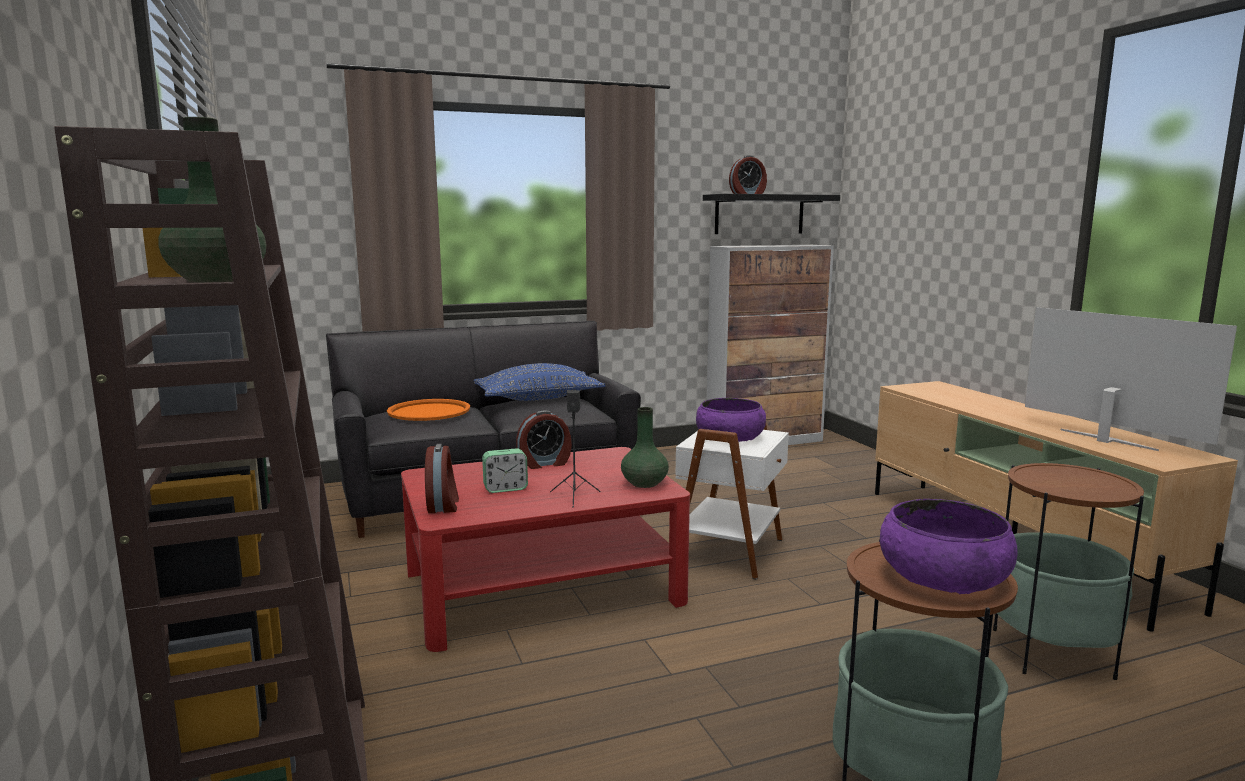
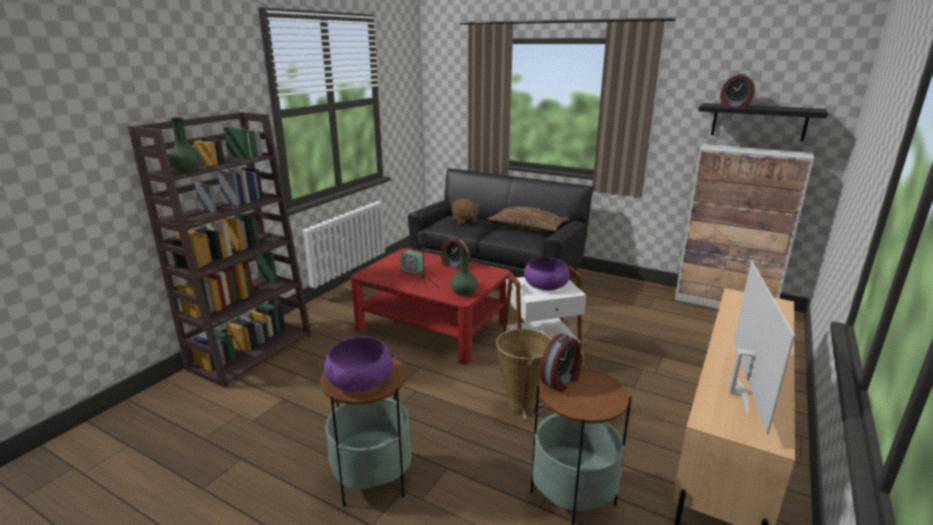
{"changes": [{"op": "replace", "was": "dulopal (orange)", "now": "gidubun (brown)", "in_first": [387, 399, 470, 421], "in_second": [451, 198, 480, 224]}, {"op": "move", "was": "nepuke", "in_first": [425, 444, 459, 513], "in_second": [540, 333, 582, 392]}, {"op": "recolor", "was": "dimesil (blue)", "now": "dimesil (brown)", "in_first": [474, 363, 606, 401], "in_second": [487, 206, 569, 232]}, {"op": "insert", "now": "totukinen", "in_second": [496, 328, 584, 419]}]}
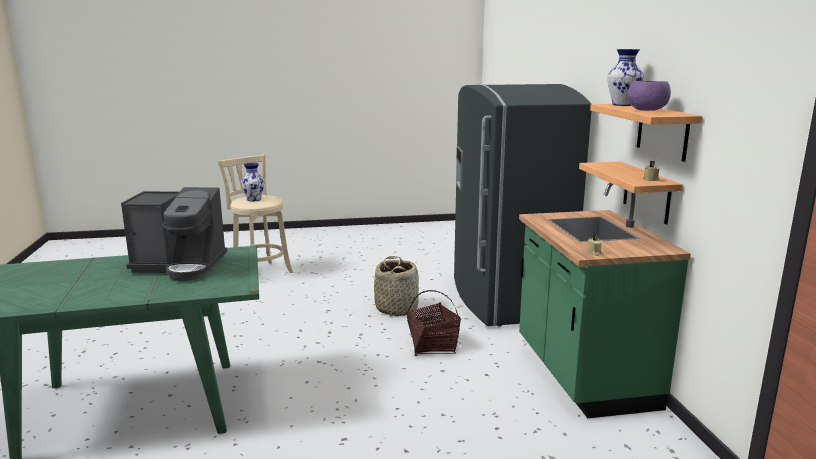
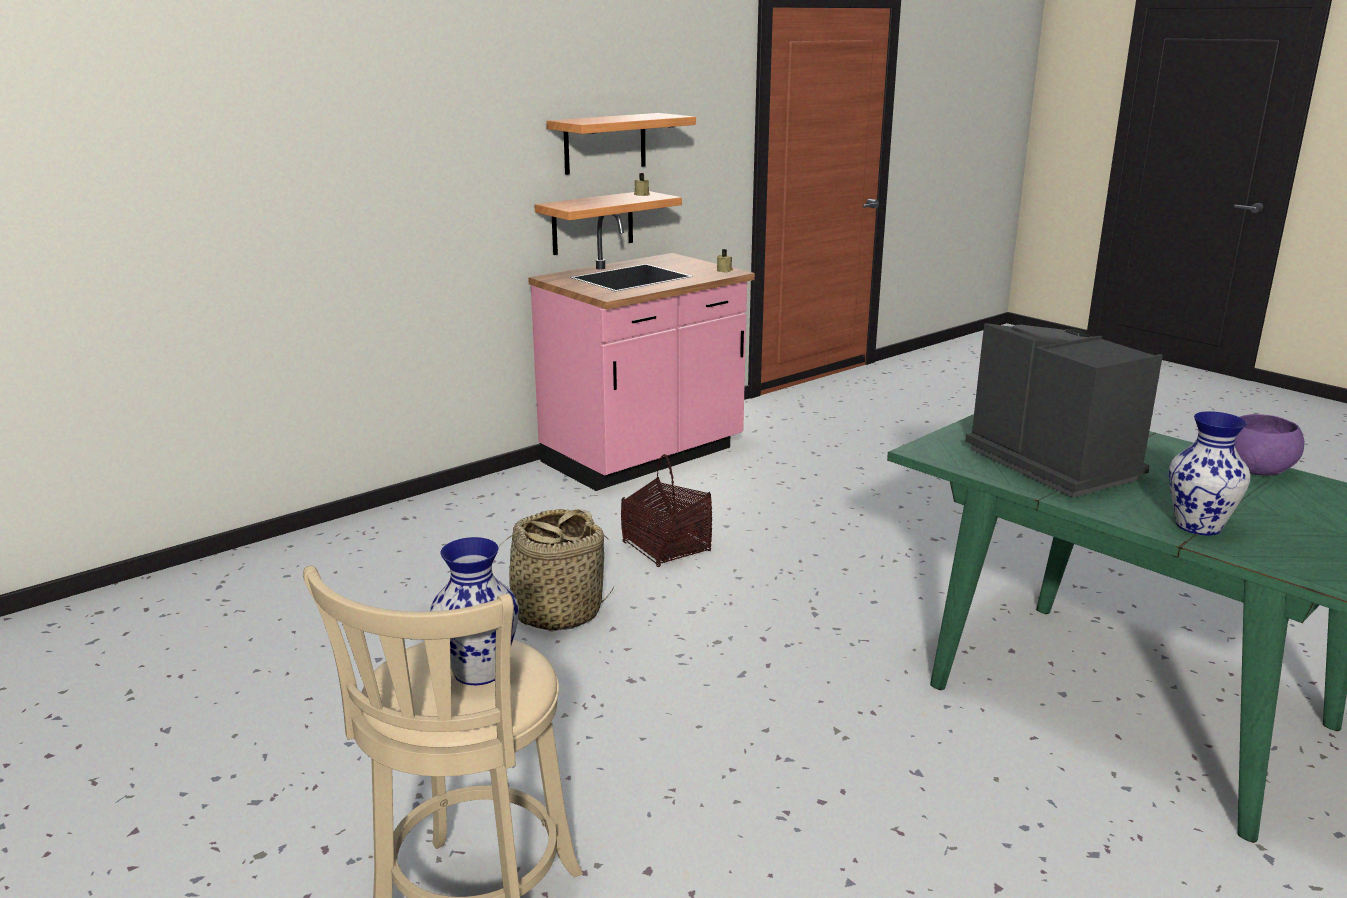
{"changes": [{"op": "delete", "was": "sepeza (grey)", "in_first": [454, 84, 591, 327]}, {"op": "recolor", "was": "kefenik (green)", "now": "kefenik (pink)", "in_first": [519, 183, 690, 418], "in_second": [528, 214, 755, 491]}, {"op": "move", "was": "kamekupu", "in_first": [608, 49, 644, 106], "in_second": [1169, 411, 1251, 535]}, {"op": "move", "was": "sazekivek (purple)", "in_first": [628, 81, 671, 111], "in_second": [1235, 414, 1305, 476]}]}
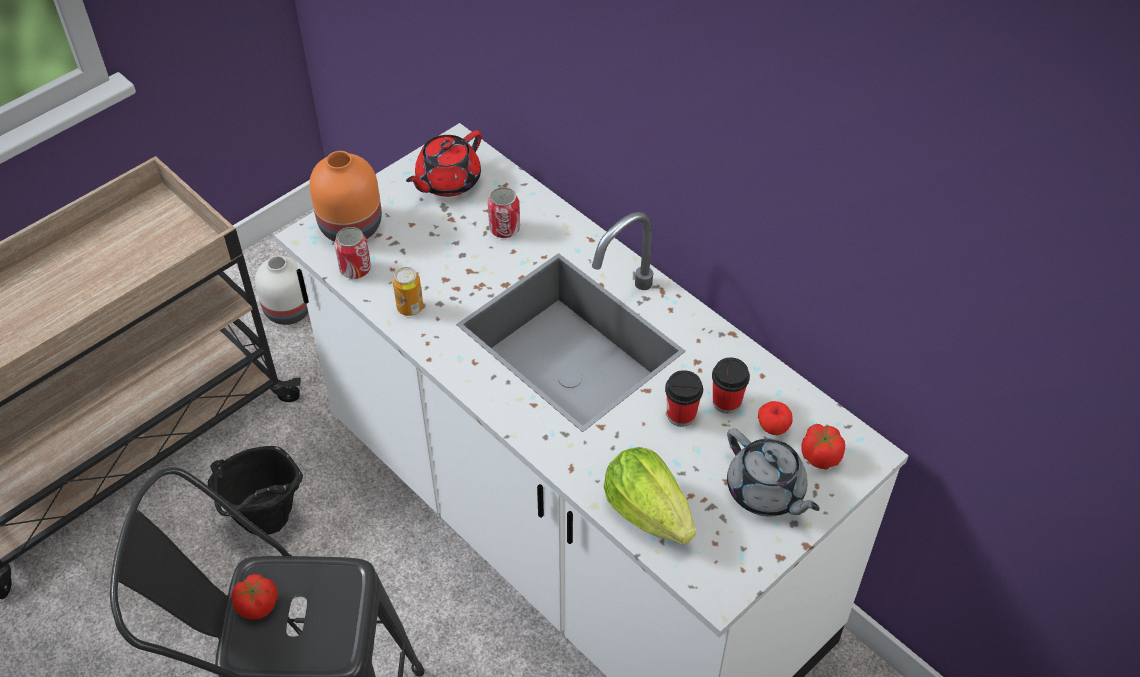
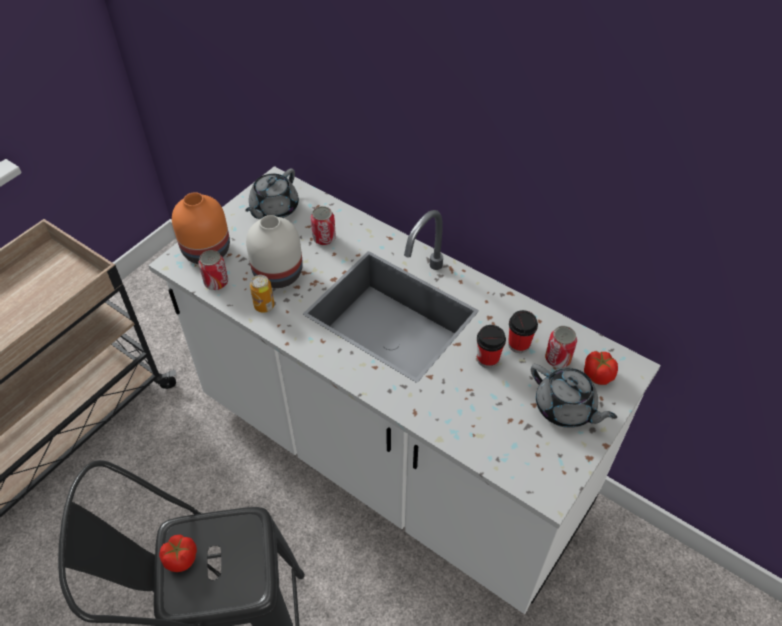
{"changes": [{"op": "delete", "was": "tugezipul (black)", "in_first": [208, 446, 303, 535]}, {"op": "move", "was": "kamekupu (white)", "in_first": [255, 256, 309, 325], "in_second": [246, 215, 303, 288]}, {"op": "recolor", "was": "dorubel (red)", "now": "dorubel (grey)", "in_first": [406, 130, 482, 197], "in_second": [245, 168, 299, 219]}, {"op": "delete", "was": "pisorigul", "in_first": [604, 447, 696, 544]}, {"op": "replace", "was": "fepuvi", "now": "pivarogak", "in_first": [758, 401, 793, 435], "in_second": [545, 326, 577, 368]}]}
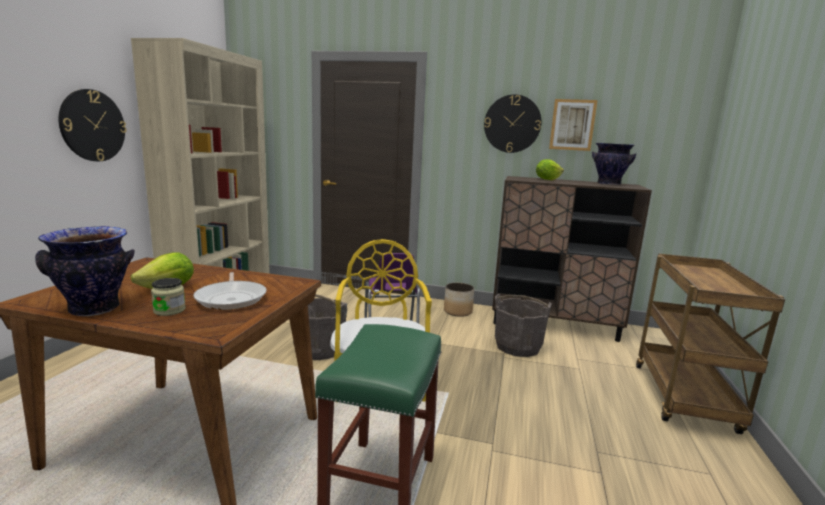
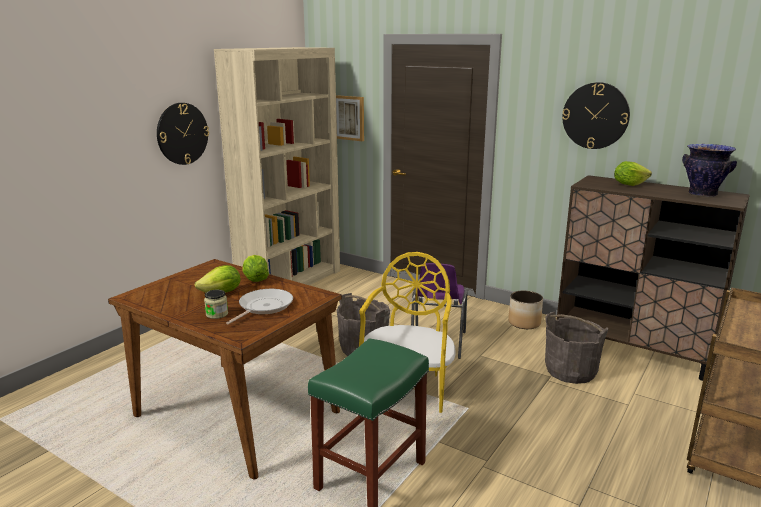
{"changes": [{"op": "delete", "was": "kamekupu", "in_first": [35, 226, 134, 316]}, {"op": "rotate", "was": "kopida", "in_first": [193, 272, 267, 310], "in_second": [226, 289, 293, 324], "clockwise": -150}, {"op": "move", "was": "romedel", "in_first": [549, 99, 598, 151], "in_second": [336, 95, 364, 141]}, {"op": "insert", "now": "pisorigul", "in_second": [242, 255, 269, 282]}]}
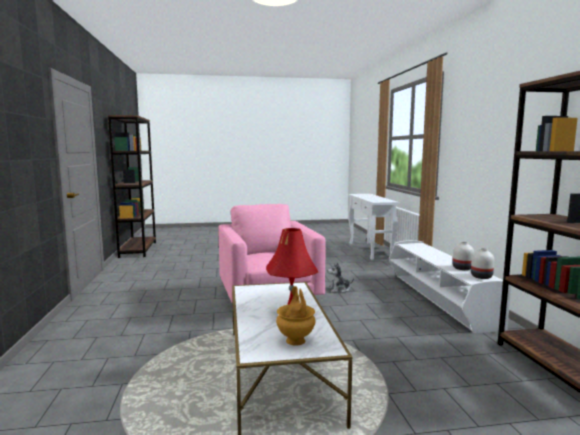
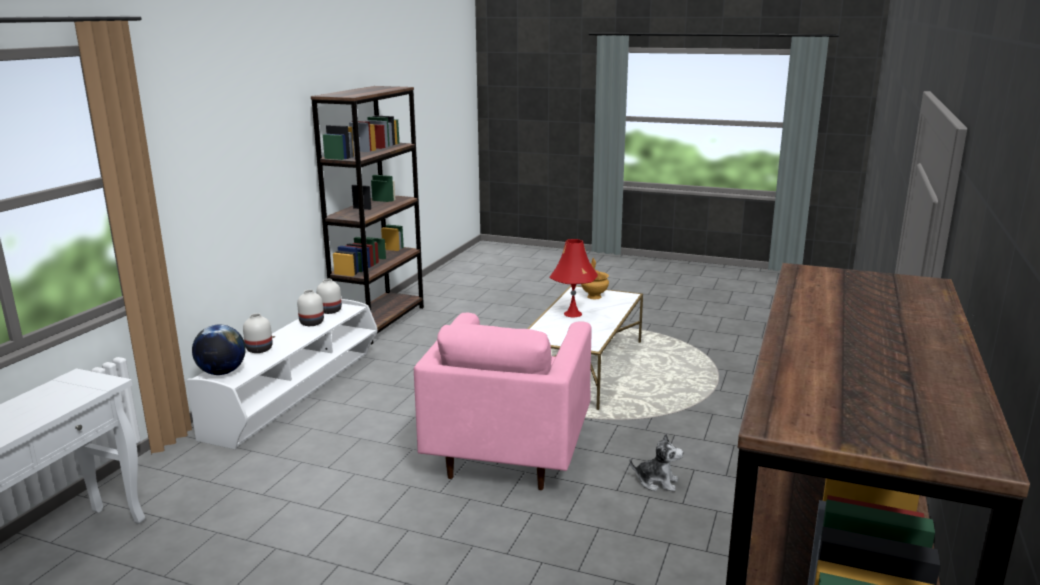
{"changes": [{"op": "move", "was": "gidubun", "in_first": [327, 263, 354, 293], "in_second": [629, 433, 683, 492]}, {"op": "insert", "now": "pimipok", "in_second": [192, 325, 246, 375]}, {"op": "insert", "now": "kamekupu (white)", "in_second": [243, 313, 273, 353]}]}
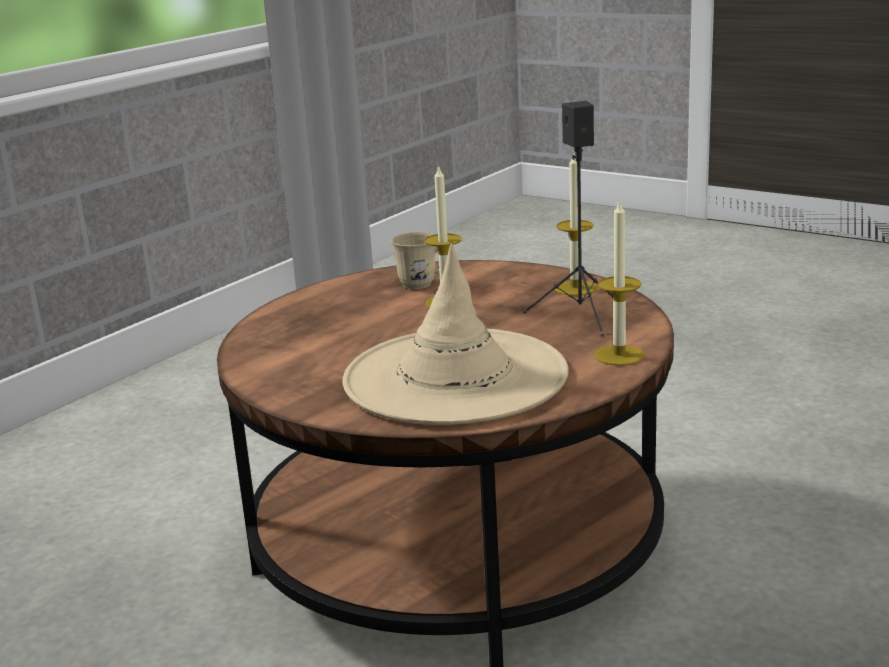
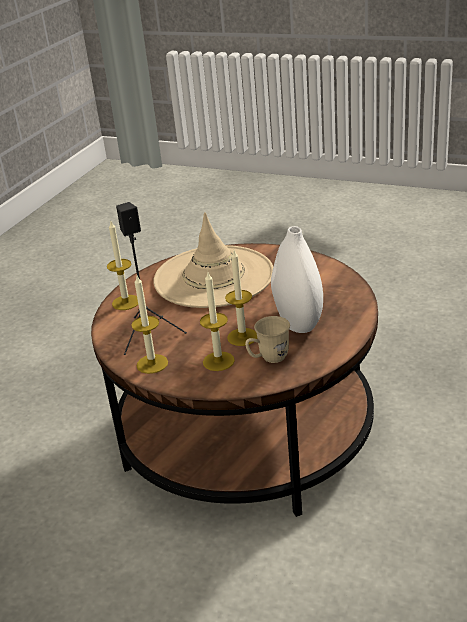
{"changes": [{"op": "insert", "now": "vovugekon", "in_second": [200, 272, 235, 371]}, {"op": "insert", "now": "kamekupu (white)", "in_second": [271, 226, 323, 333]}]}
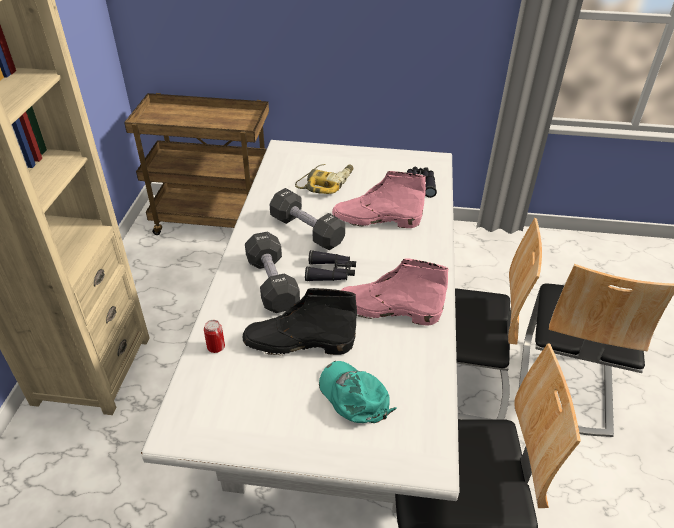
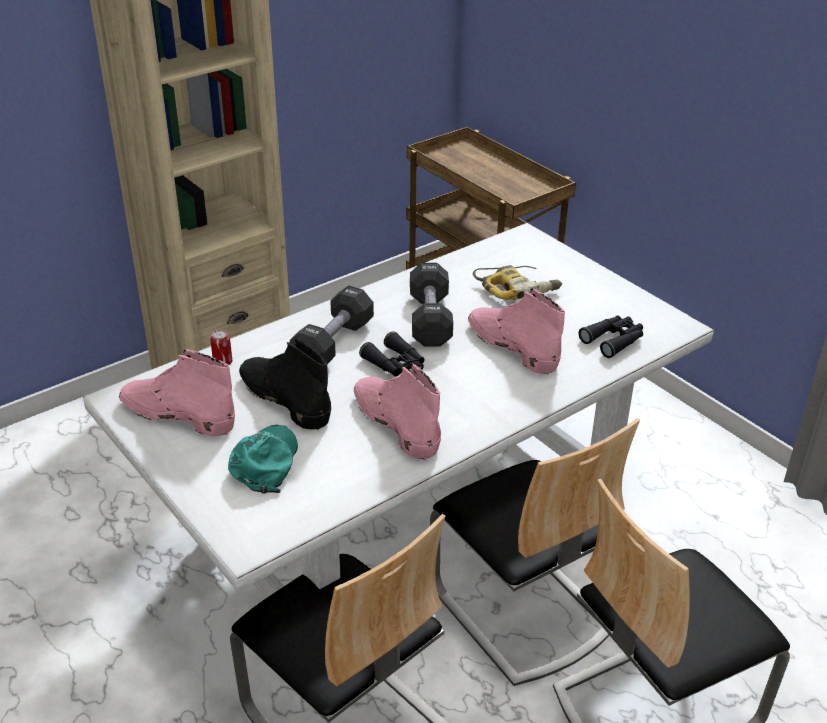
{"changes": [{"op": "insert", "now": "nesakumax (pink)", "in_second": [119, 349, 235, 436]}]}
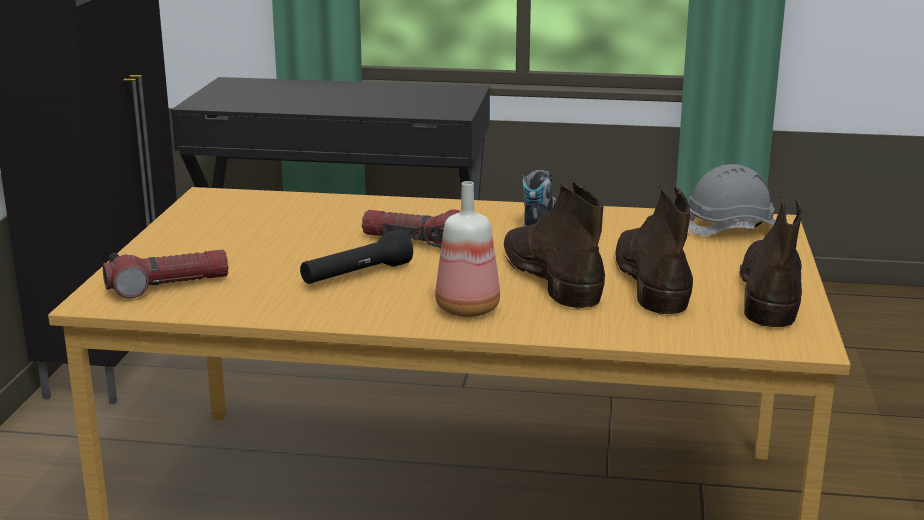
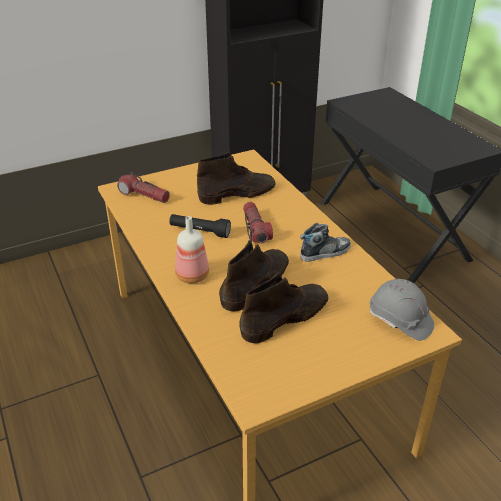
{"changes": [{"op": "move", "was": "nesakumax (brown)", "in_first": [739, 196, 802, 327], "in_second": [197, 152, 276, 205]}]}
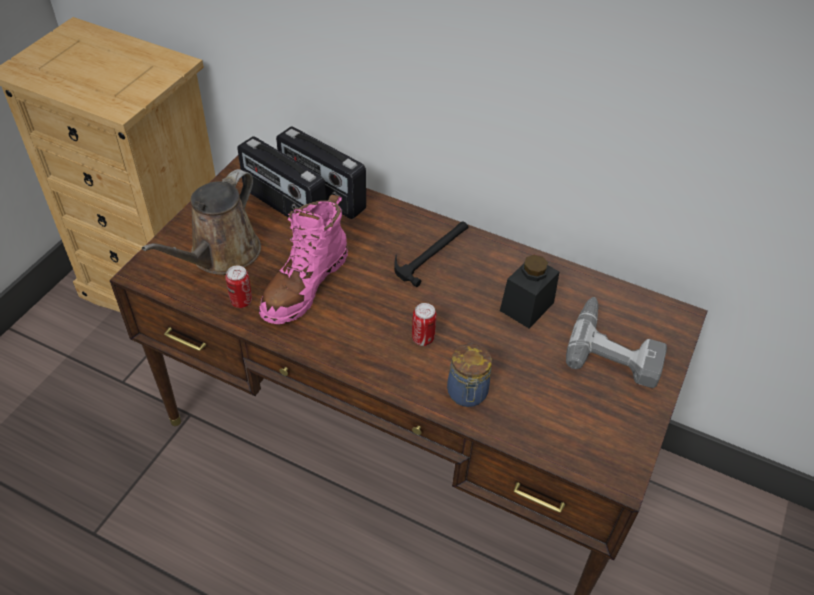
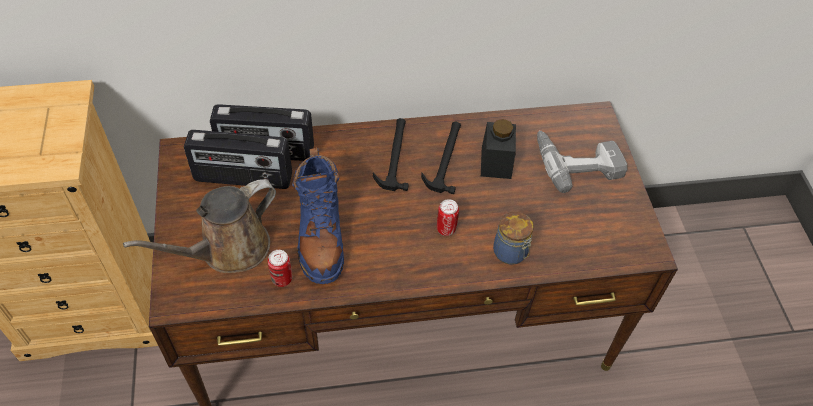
{"changes": [{"op": "rotate", "was": "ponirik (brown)", "in_first": [142, 169, 261, 275], "in_second": [123, 179, 276, 273], "clockwise": 60}, {"op": "recolor", "was": "nesakumax (pink)", "now": "nesakumax (blue)", "in_first": [259, 195, 348, 324], "in_second": [292, 147, 344, 284]}, {"op": "insert", "now": "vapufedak", "in_second": [421, 122, 461, 194]}]}
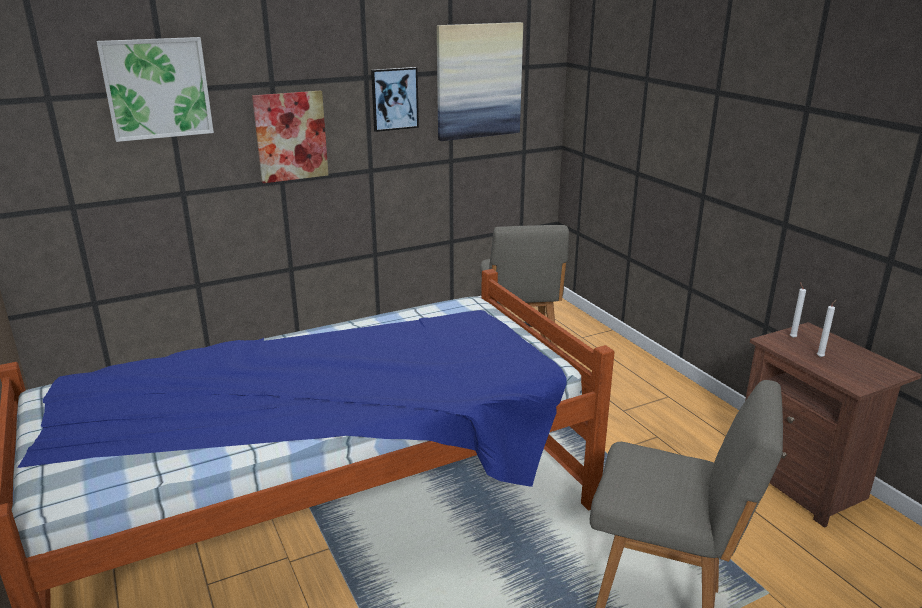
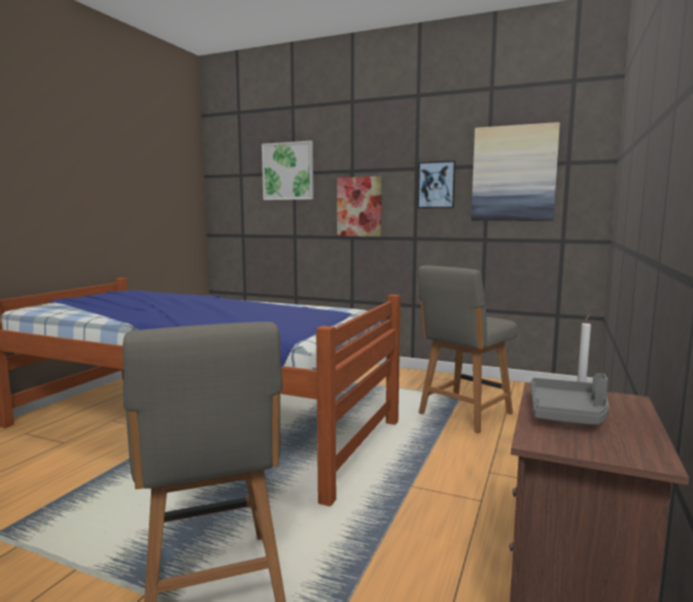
{"changes": [{"op": "replace", "was": "vovugekon (white)", "now": "dulopal (grey)", "in_first": [817, 300, 836, 357], "in_second": [531, 373, 609, 425]}]}
